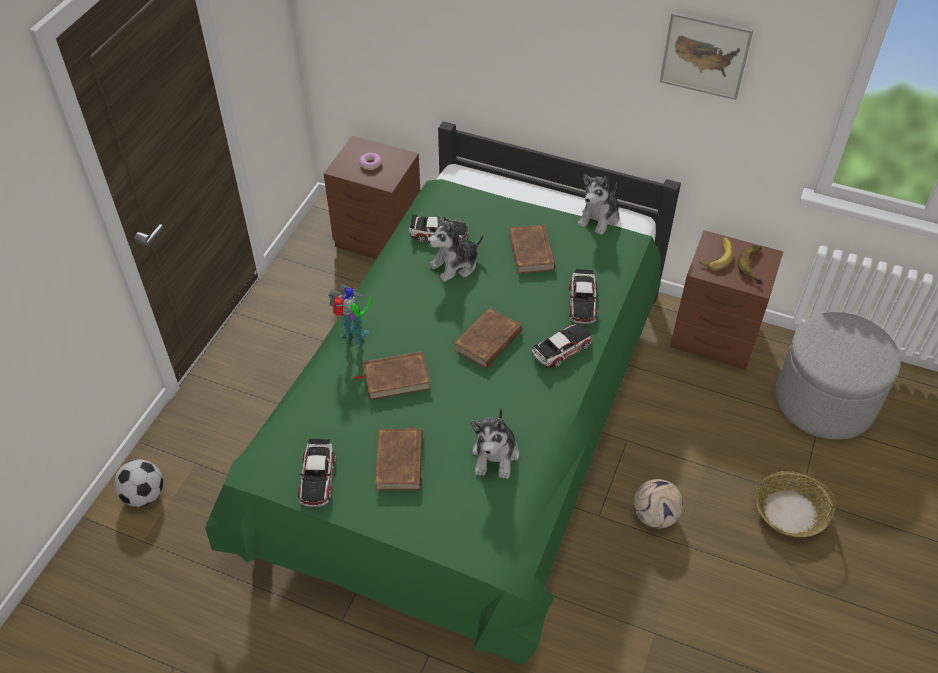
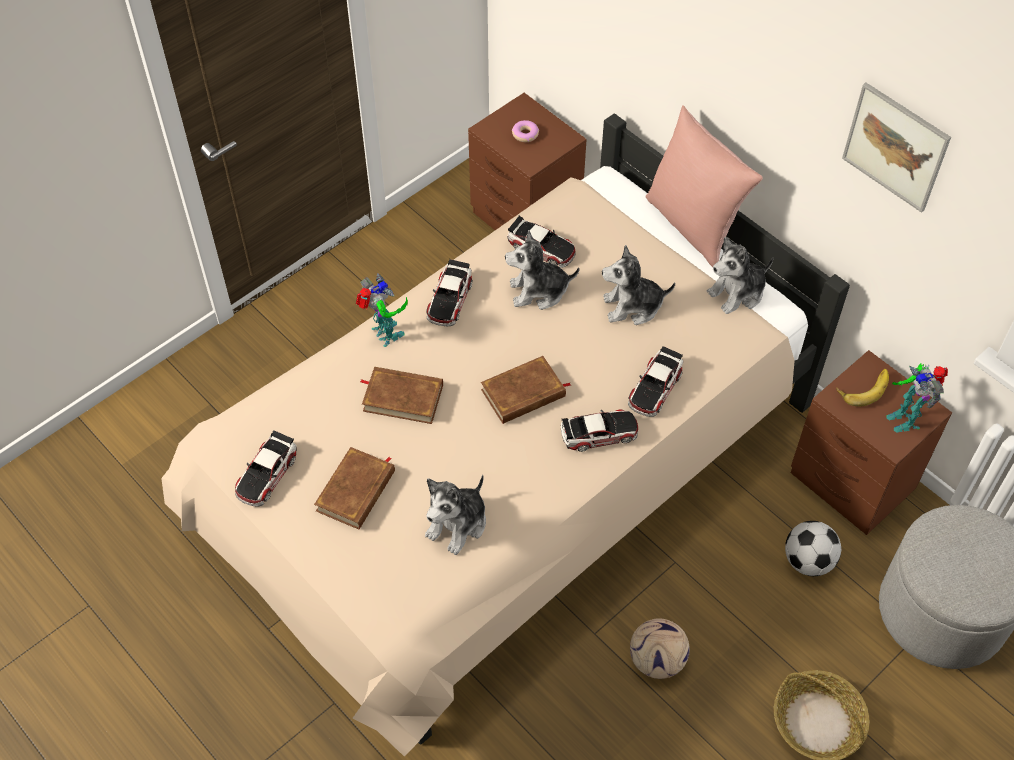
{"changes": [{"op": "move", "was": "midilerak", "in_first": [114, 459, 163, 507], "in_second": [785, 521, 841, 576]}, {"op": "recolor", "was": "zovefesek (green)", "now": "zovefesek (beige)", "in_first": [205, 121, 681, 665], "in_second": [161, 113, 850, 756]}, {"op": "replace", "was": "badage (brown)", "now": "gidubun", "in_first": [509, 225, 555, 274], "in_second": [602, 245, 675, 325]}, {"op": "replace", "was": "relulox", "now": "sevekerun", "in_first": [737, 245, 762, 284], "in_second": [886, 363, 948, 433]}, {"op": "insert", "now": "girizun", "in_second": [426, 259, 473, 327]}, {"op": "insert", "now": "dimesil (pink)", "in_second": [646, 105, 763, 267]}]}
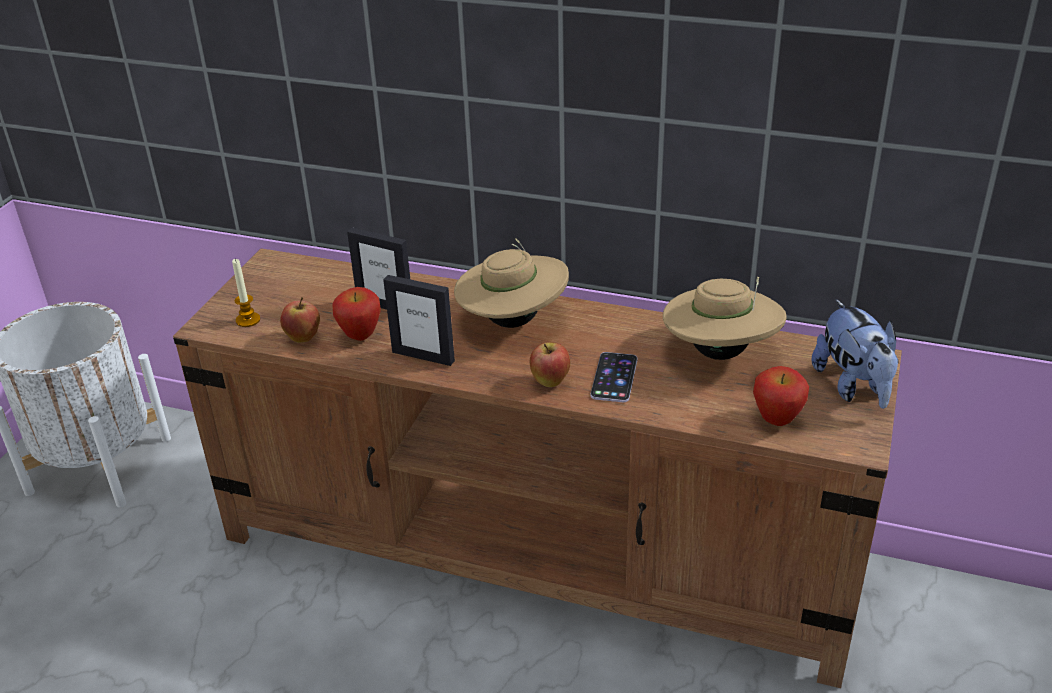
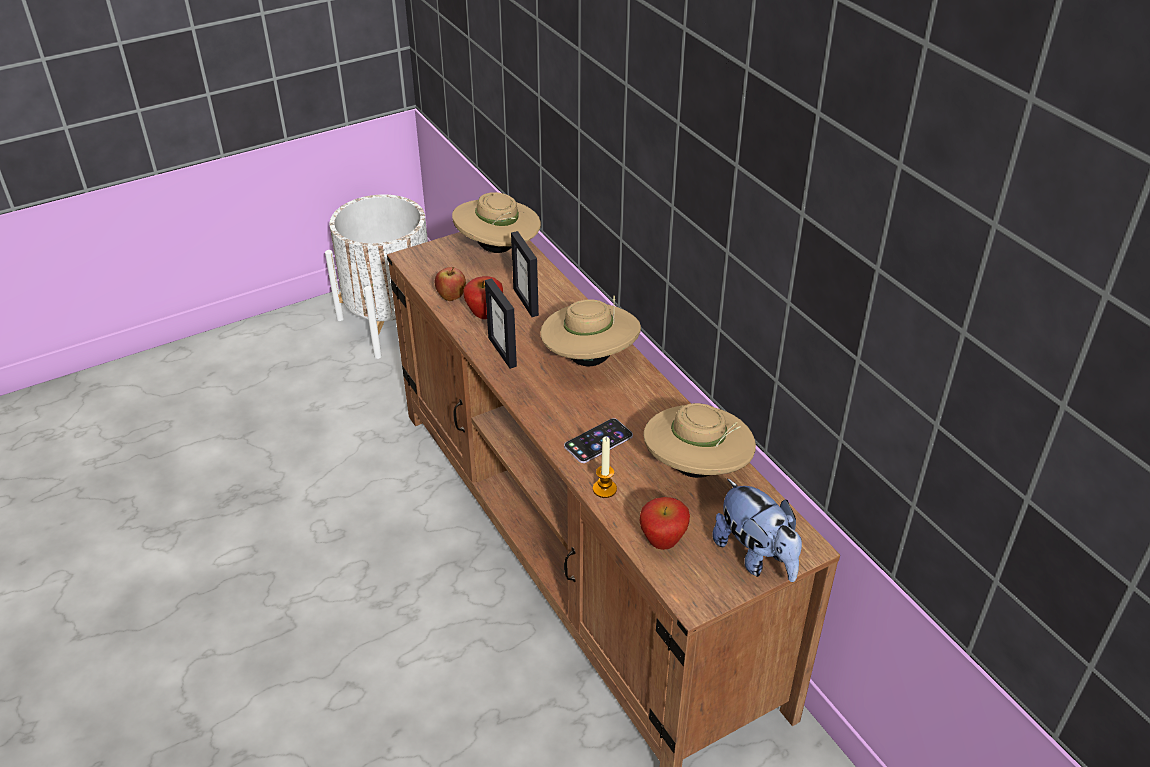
{"changes": [{"op": "move", "was": "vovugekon", "in_first": [232, 259, 260, 327], "in_second": [593, 436, 617, 498]}, {"op": "delete", "was": "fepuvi", "in_first": [530, 342, 570, 387]}, {"op": "rotate", "was": "gidubun", "in_first": [811, 299, 899, 409], "in_second": [712, 478, 802, 582], "clockwise": -60}, {"op": "insert", "now": "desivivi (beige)", "in_second": [452, 192, 541, 253]}]}
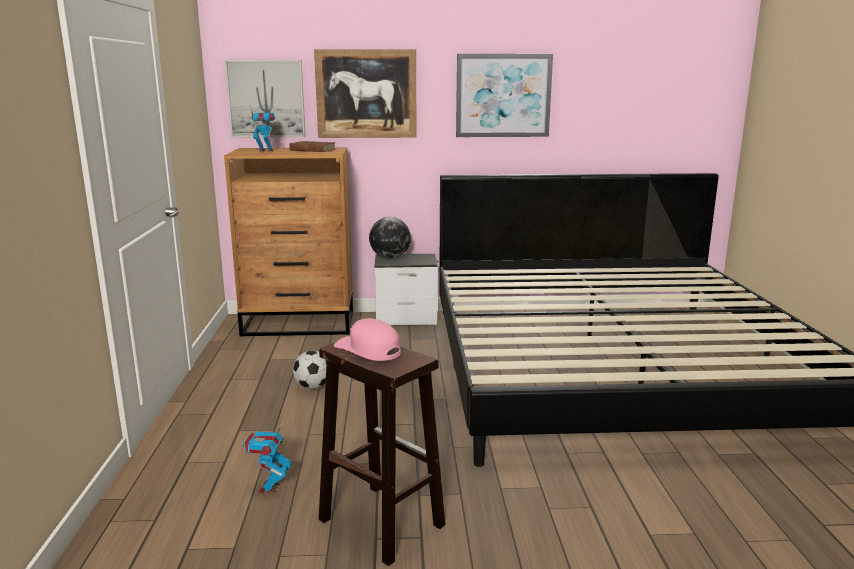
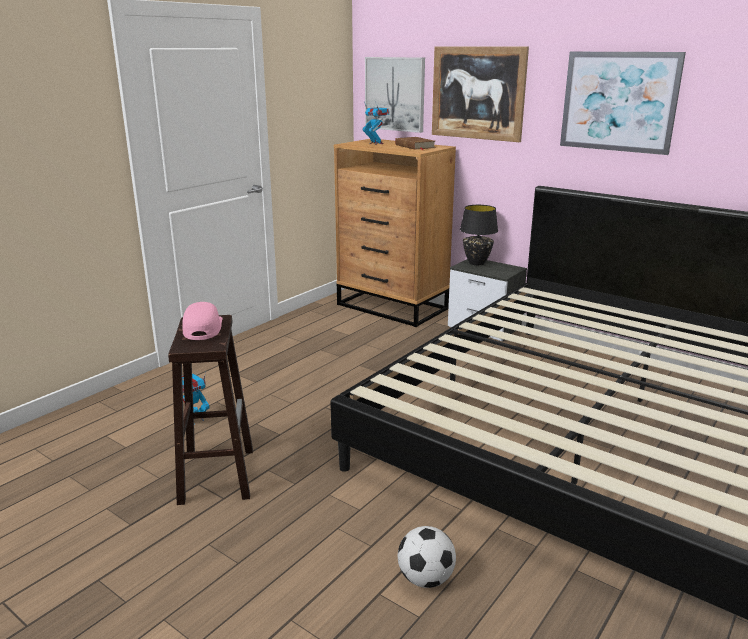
{"changes": [{"op": "move", "was": "midilerak", "in_first": [293, 351, 327, 389], "in_second": [398, 526, 456, 588]}, {"op": "replace", "was": "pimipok", "now": "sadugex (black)", "in_first": [369, 217, 411, 259], "in_second": [460, 205, 498, 265]}]}
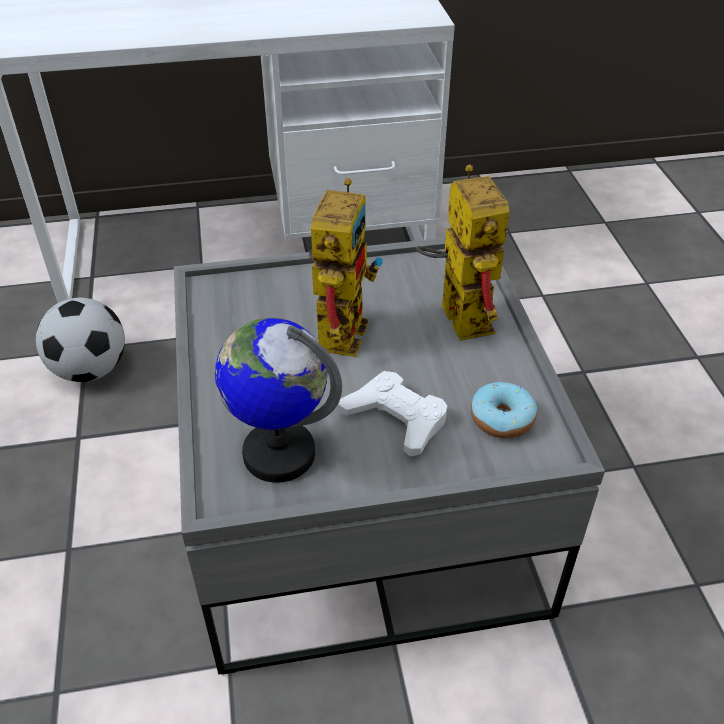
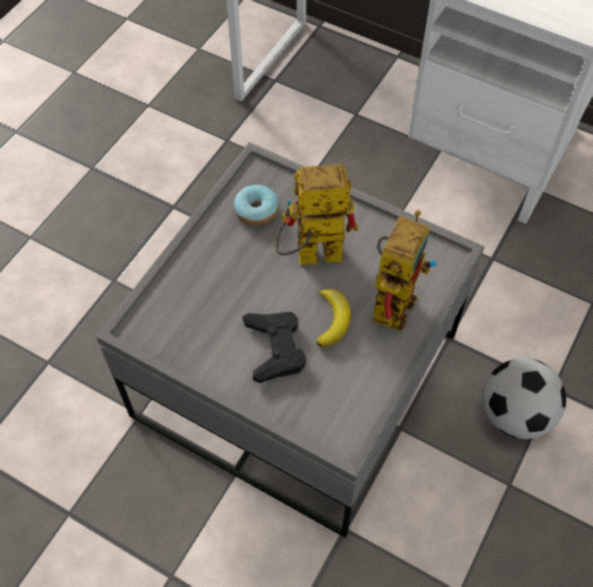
{"changes": [{"op": "move", "was": "midilerak", "in_first": [36, 298, 125, 382], "in_second": [483, 358, 566, 439]}, {"op": "delete", "was": "pimipok", "in_first": [215, 318, 342, 483]}, {"op": "rotate", "was": "sevekerun", "in_first": [309, 178, 383, 357], "in_second": [275, 164, 358, 265], "clockwise": -150}, {"op": "recolor", "was": "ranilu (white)", "now": "ranilu (black)", "in_first": [338, 371, 447, 457], "in_second": [242, 312, 306, 383]}, {"op": "move", "was": "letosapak", "in_first": [471, 382, 537, 438], "in_second": [234, 185, 279, 225]}, {"op": "insert", "now": "relulox", "in_second": [317, 289, 351, 348]}]}
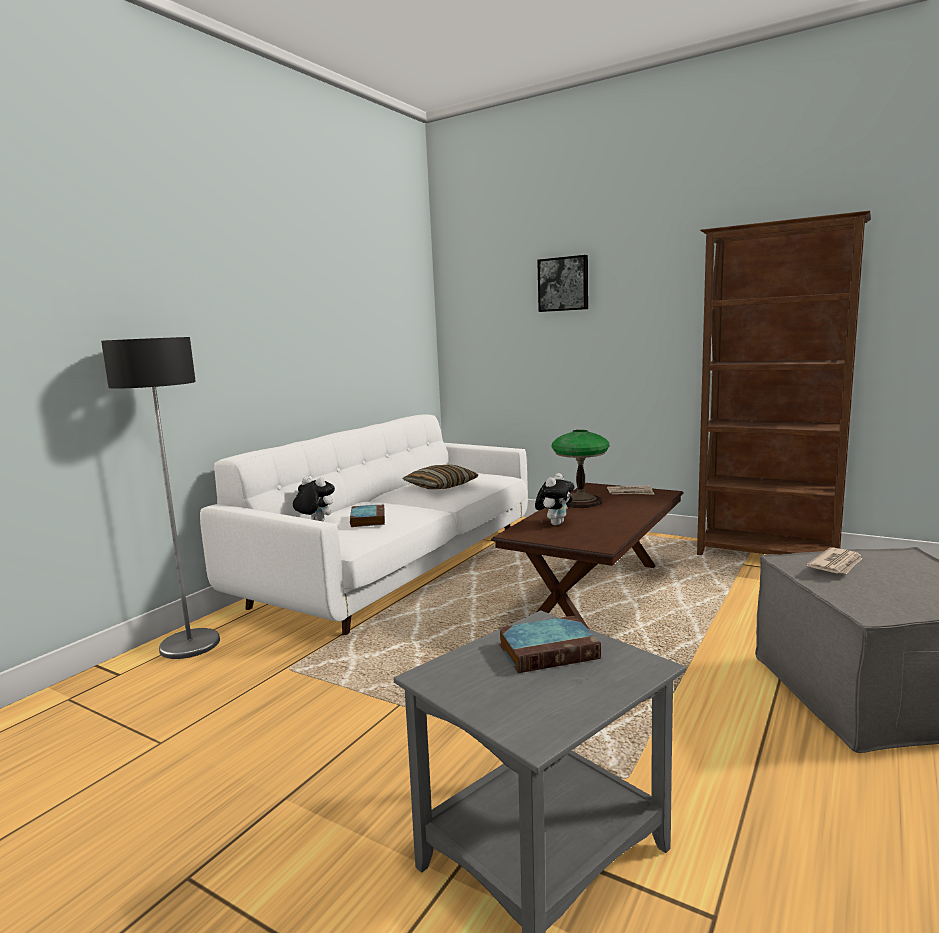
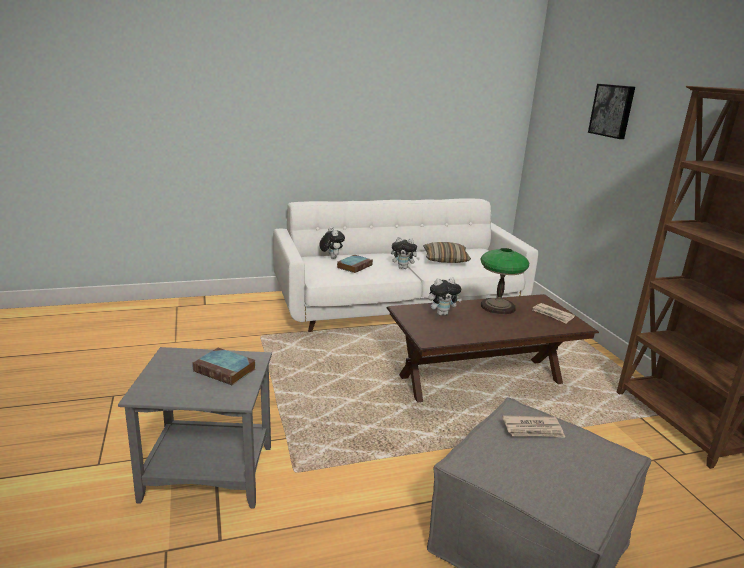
{"changes": [{"op": "delete", "was": "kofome", "in_first": [101, 337, 220, 659]}, {"op": "insert", "now": "gidubun", "in_second": [391, 237, 420, 269]}]}
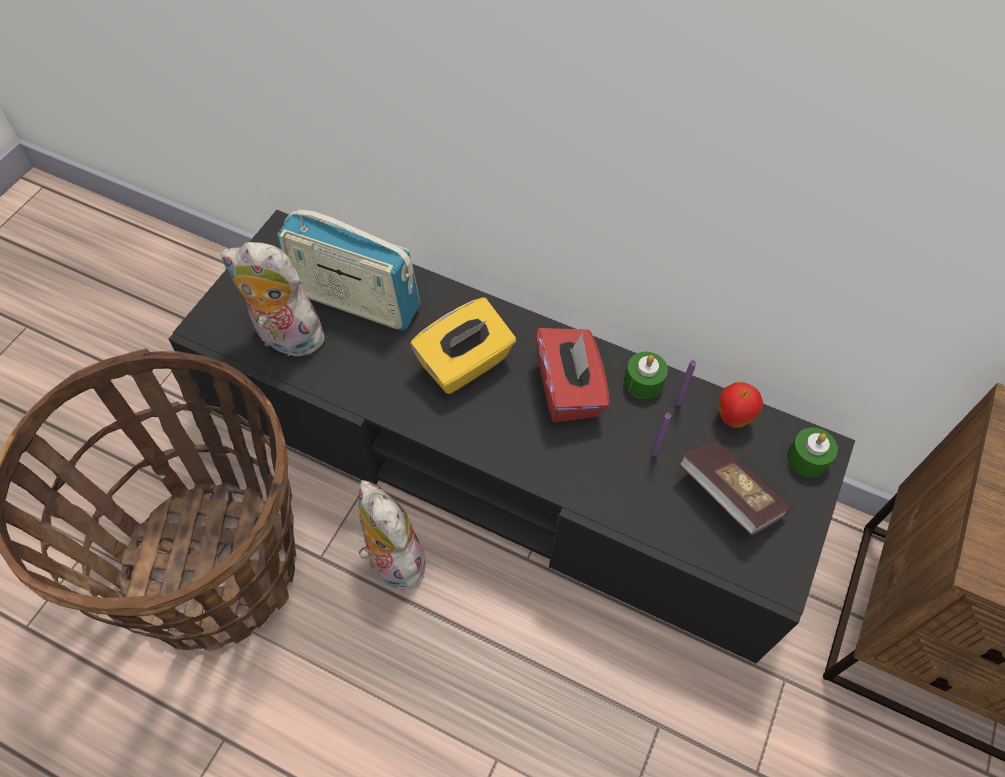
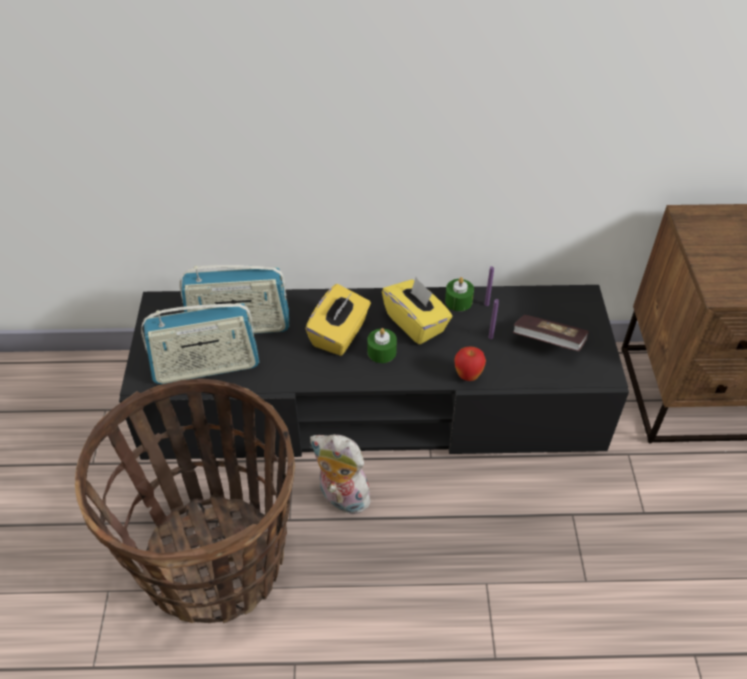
{"changes": [{"op": "replace", "was": "gidubun", "now": "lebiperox", "in_first": [220, 242, 329, 356], "in_second": [141, 303, 259, 384]}, {"op": "recolor", "was": "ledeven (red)", "now": "ledeven (yellow)", "in_first": [536, 328, 610, 422], "in_second": [382, 277, 453, 345]}, {"op": "move", "was": "fepuvi", "in_first": [718, 382, 763, 428], "in_second": [454, 347, 486, 381]}, {"op": "move", "was": "vovugekon (green)", "in_first": [787, 427, 838, 477], "in_second": [367, 328, 397, 363]}]}
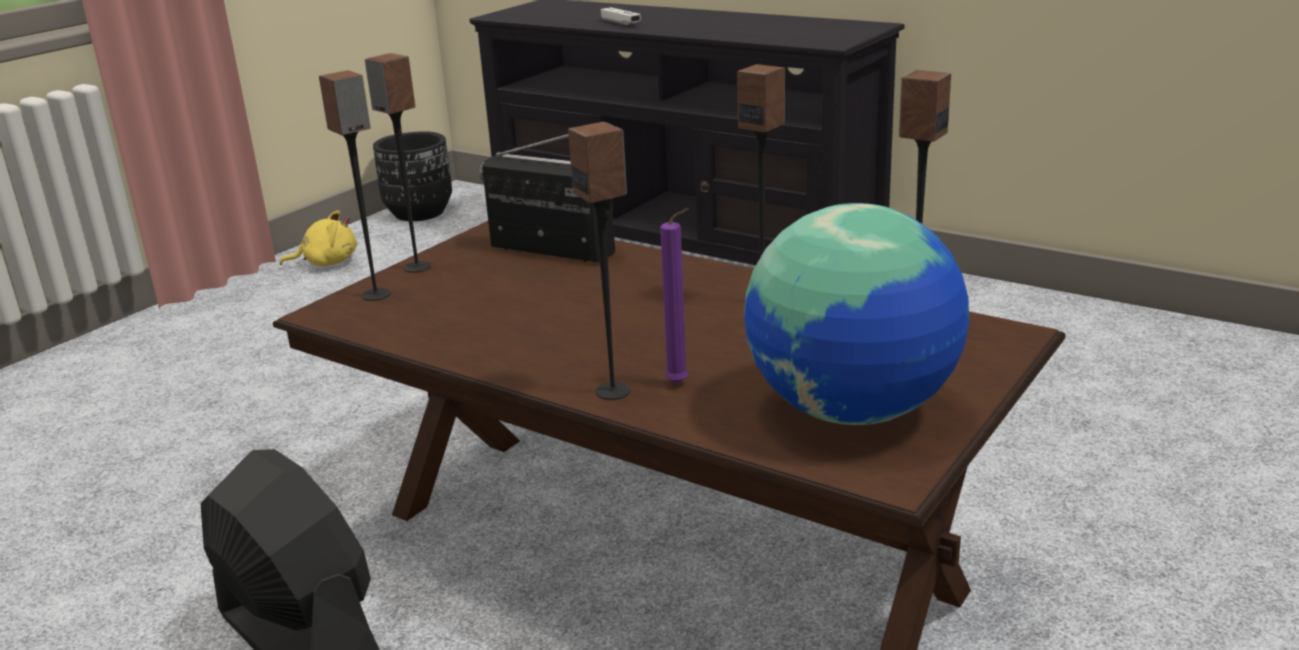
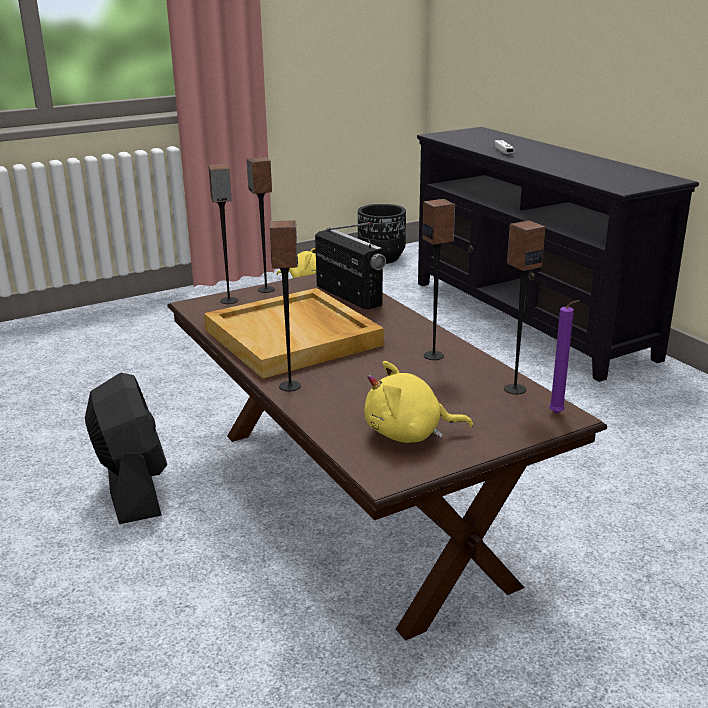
{"changes": [{"op": "move", "was": "vovugekon (purple)", "in_first": [660, 208, 689, 384], "in_second": [549, 300, 580, 414]}, {"op": "replace", "was": "pimipok", "now": "gidubun (yellow)", "in_first": [744, 203, 969, 425], "in_second": [364, 361, 473, 443]}, {"op": "insert", "now": "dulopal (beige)", "in_second": [204, 288, 384, 378]}]}
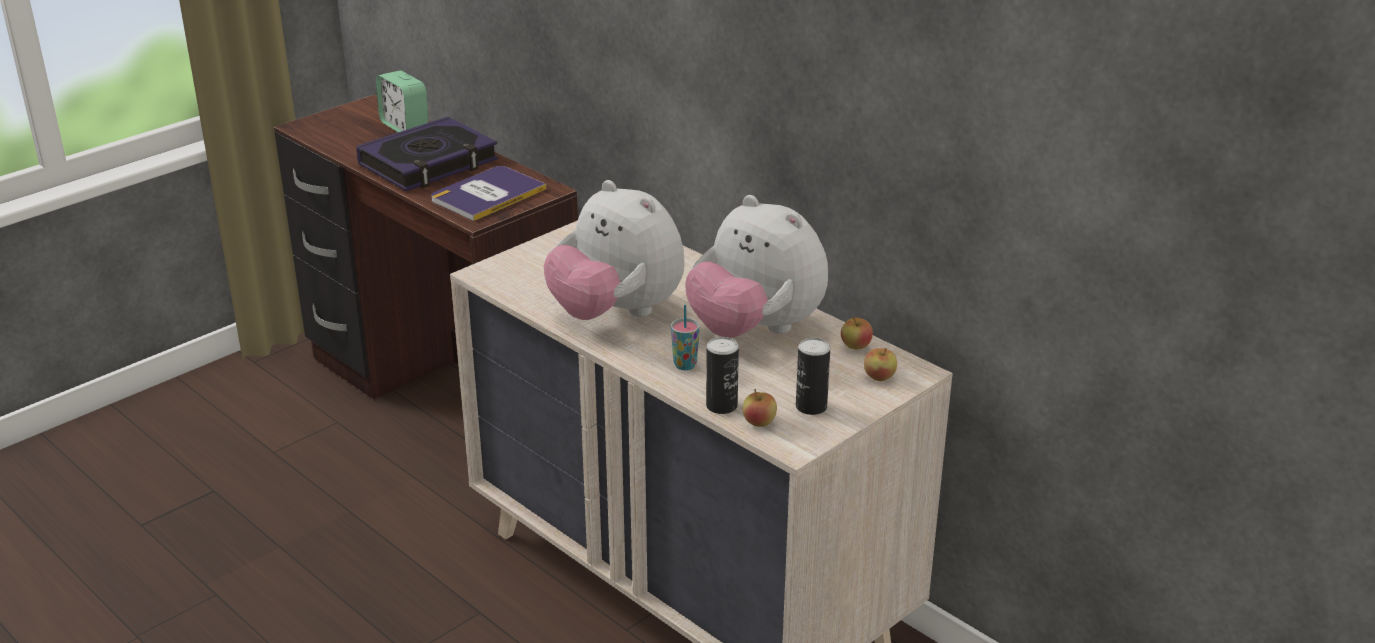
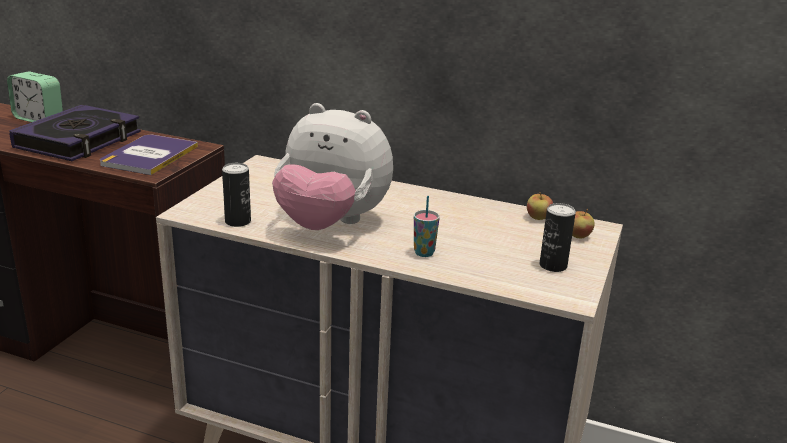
{"changes": [{"op": "delete", "was": "gidubun", "in_first": [686, 195, 828, 338]}, {"op": "move", "was": "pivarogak", "in_first": [706, 337, 739, 414], "in_second": [222, 163, 251, 227]}, {"op": "delete", "was": "fepuvi", "in_first": [743, 389, 777, 427]}]}
